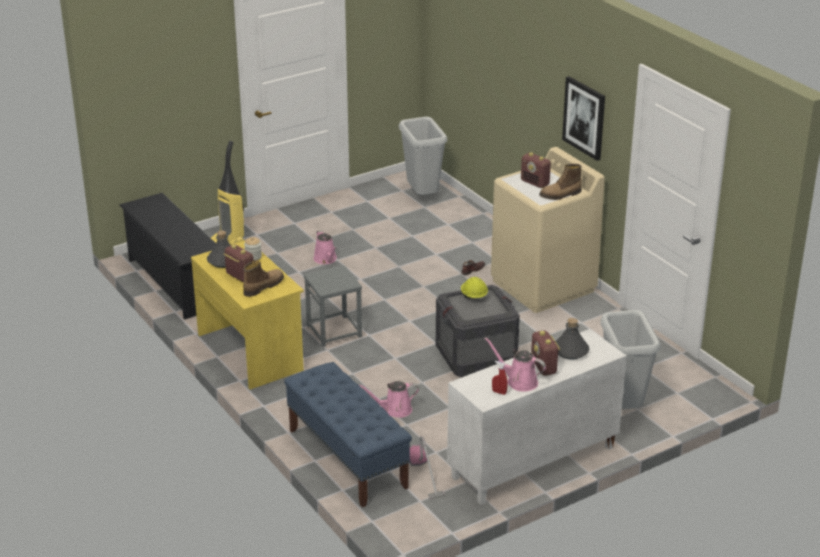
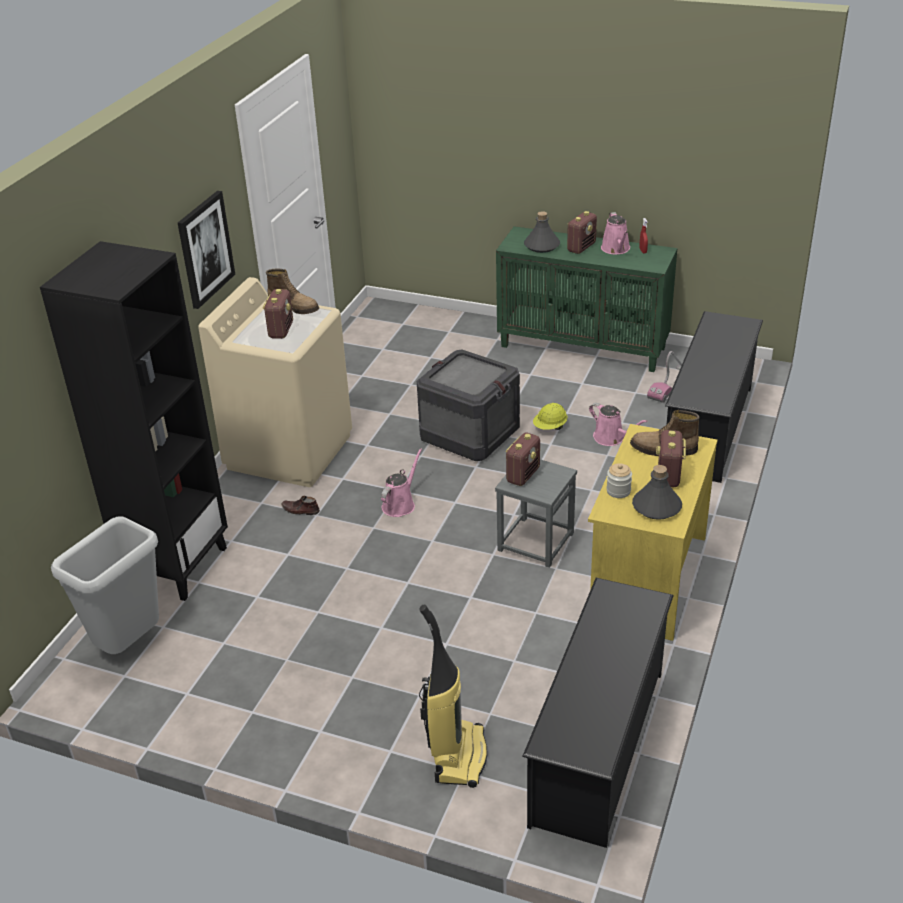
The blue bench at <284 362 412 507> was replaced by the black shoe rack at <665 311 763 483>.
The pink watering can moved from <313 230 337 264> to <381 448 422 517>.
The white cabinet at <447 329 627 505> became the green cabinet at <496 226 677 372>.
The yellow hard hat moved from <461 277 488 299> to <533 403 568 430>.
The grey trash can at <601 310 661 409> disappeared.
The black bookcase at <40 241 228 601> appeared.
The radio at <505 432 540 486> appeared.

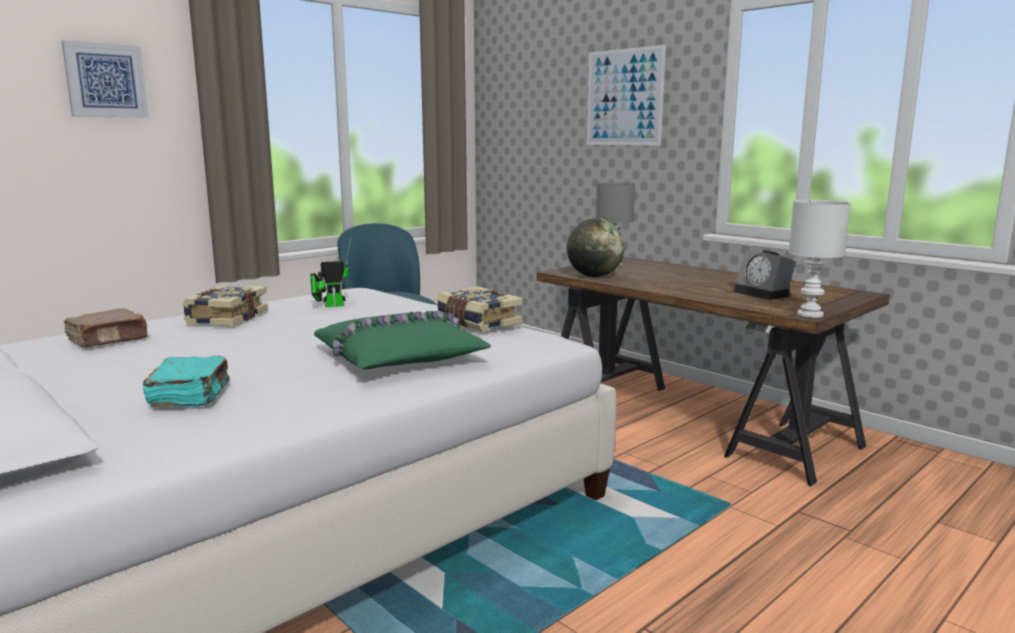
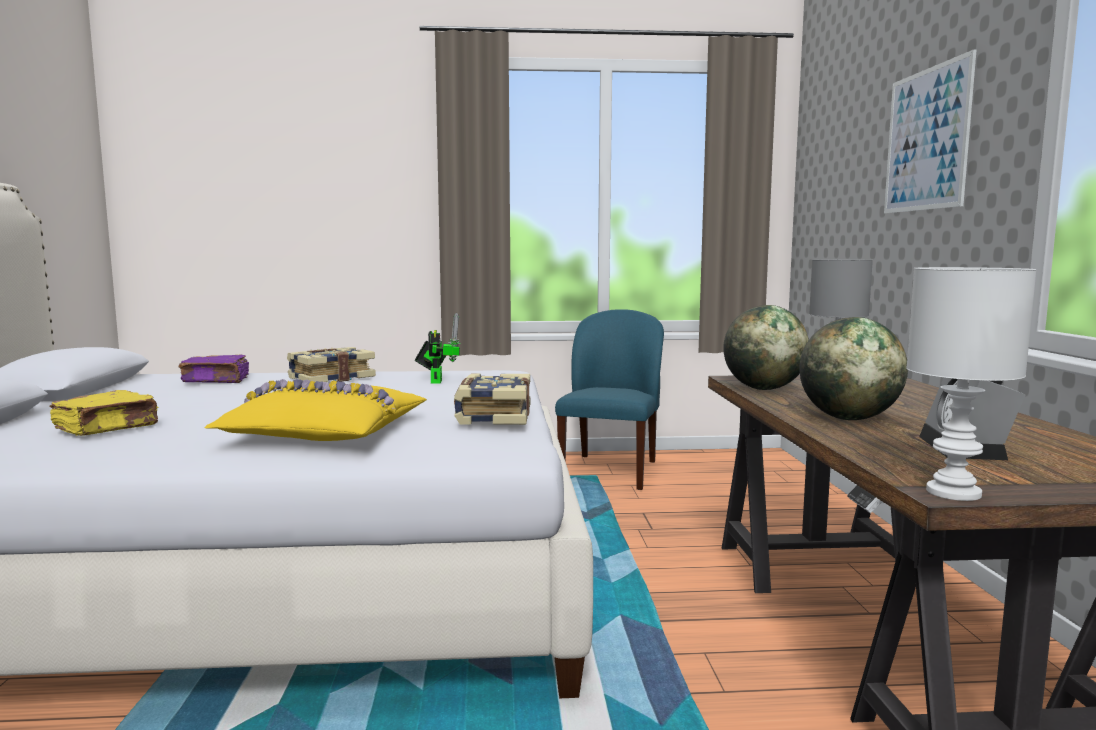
The picture at <62 40 149 118> disappeared.
The brown book at <64 308 148 347> became the purple book at <178 354 249 383>.
The turquoise book at <143 355 230 407> became the yellow book at <50 390 158 436>.
The toy robot at <310 238 351 307> turned 60 degrees clockwise.
The green pillow at <314 311 491 369> became the yellow pillow at <205 379 427 441>.
The globe at <799 317 908 420> appeared.

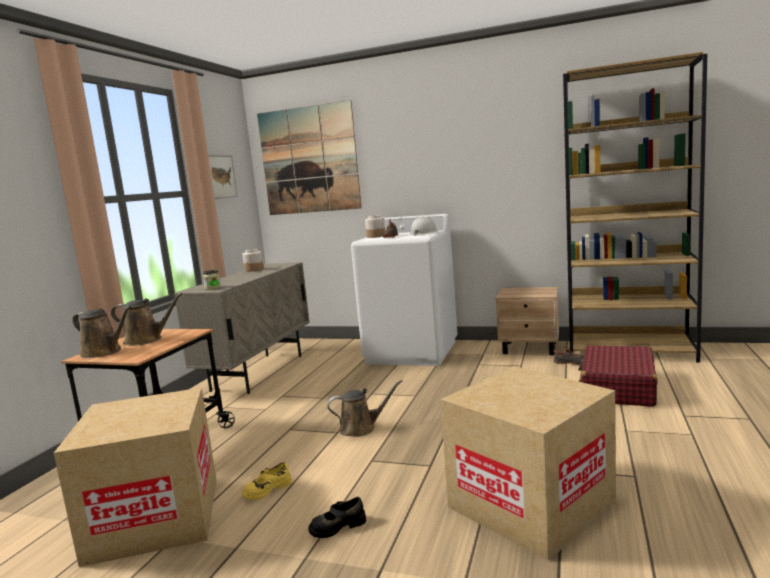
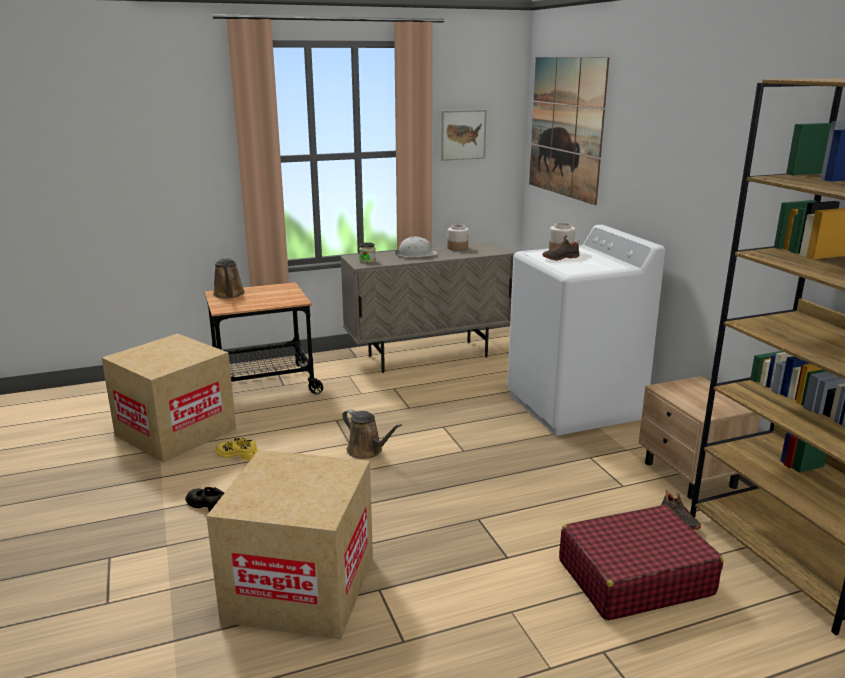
The brown watering can at <111 293 183 346> disappeared.
The white hard hat moved from <410 217 438 236> to <395 237 438 258>.

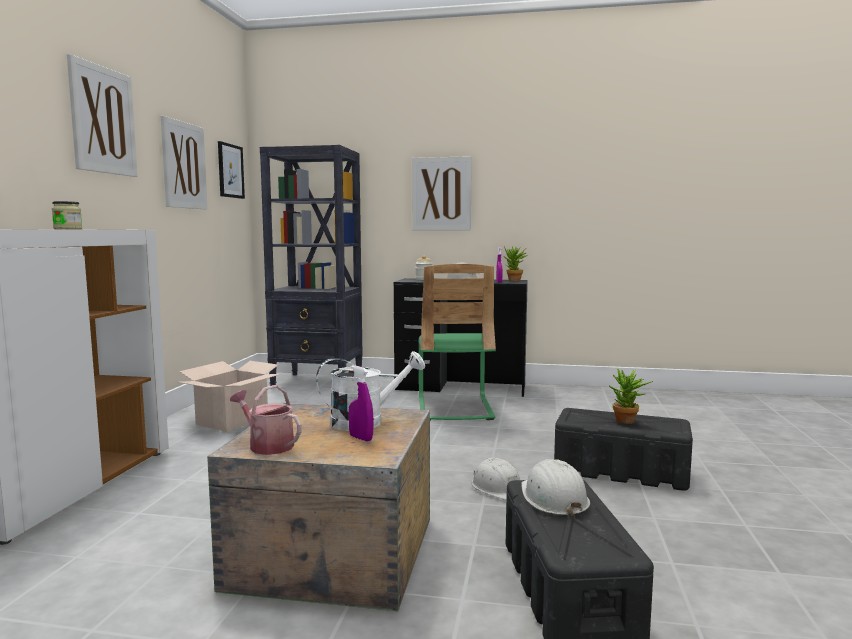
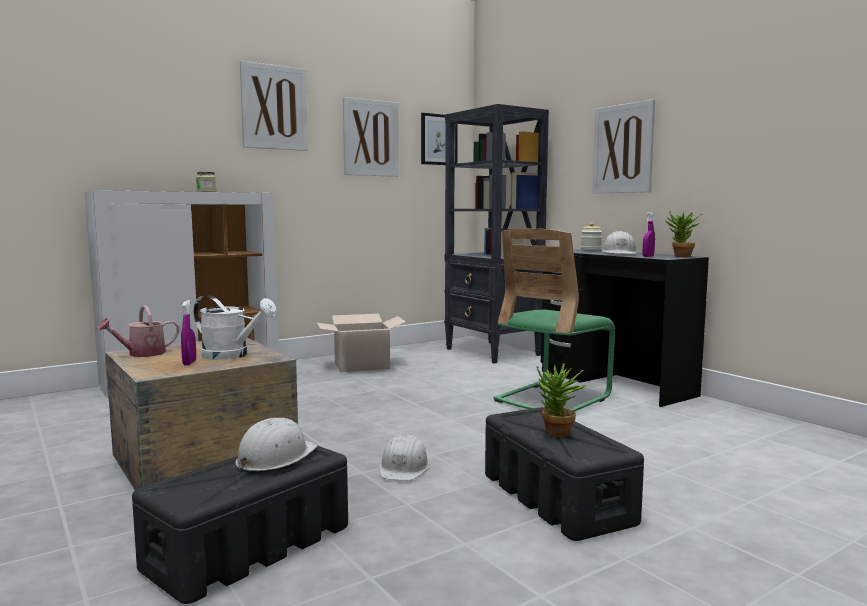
The watering can at <230 385 302 455> turned 120 degrees counterclockwise.

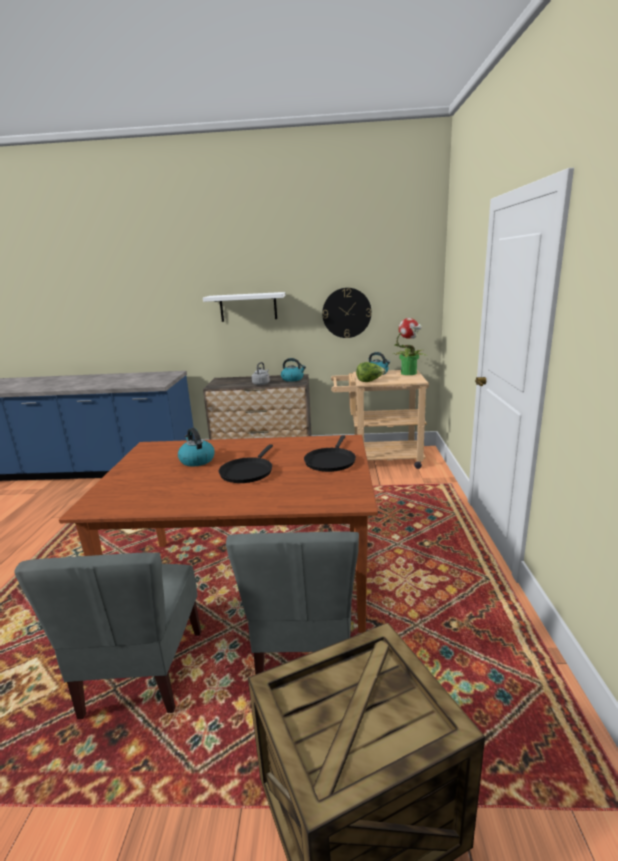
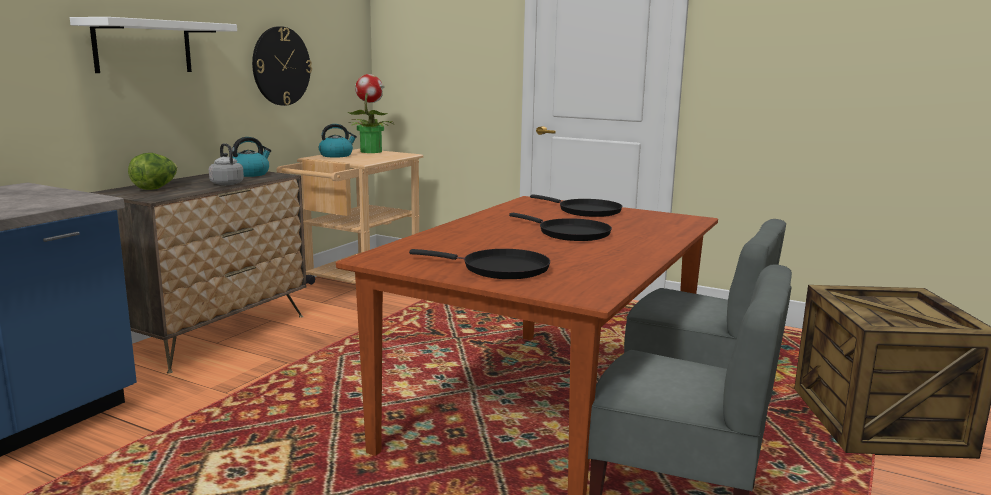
The kettle at <178 428 215 466> disappeared.
The lettuce moved from <356 362 385 382> to <128 153 178 190>.
The black frying pan at <409 249 550 279> appeared.

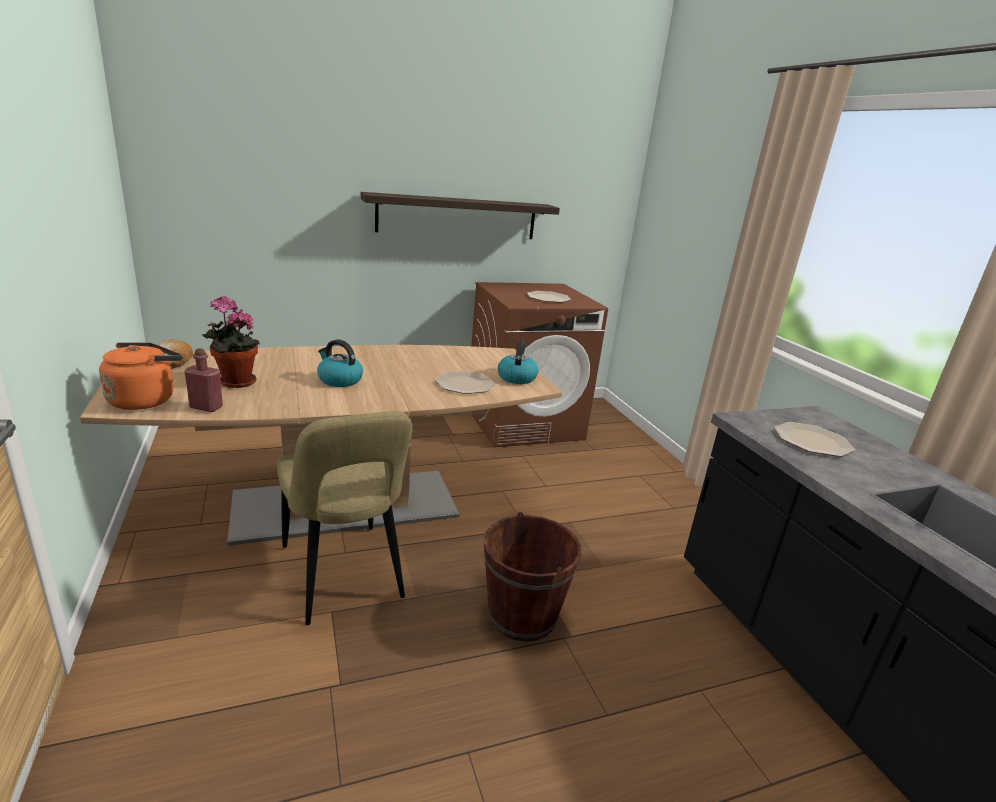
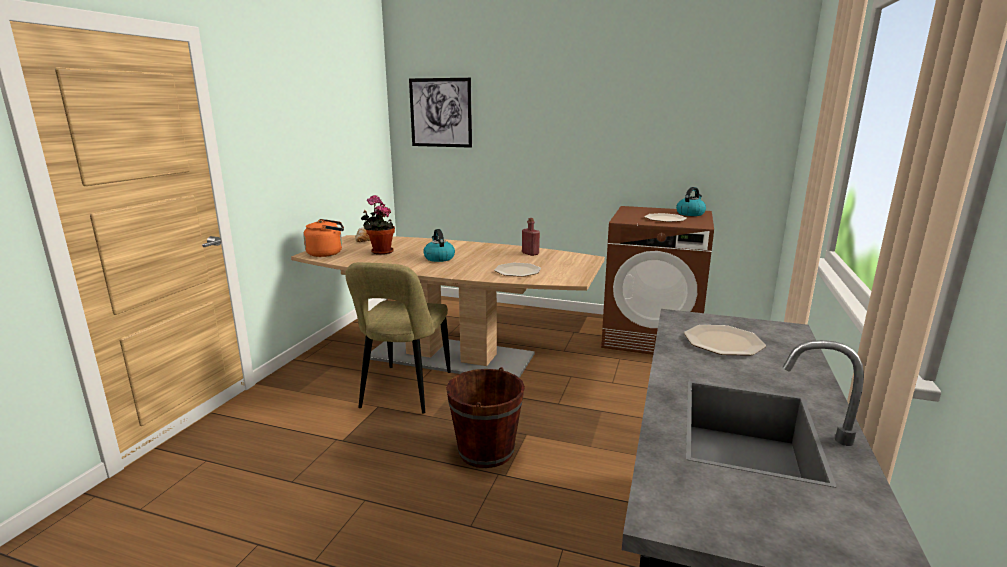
The red bottle moved from <184 348 223 412> to <522 218 540 256>.
The shelf at <361 192 560 239> disappeared.
The kettle moved from <498 340 538 384> to <676 187 706 216>.
The picture at <409 78 472 148> appeared.

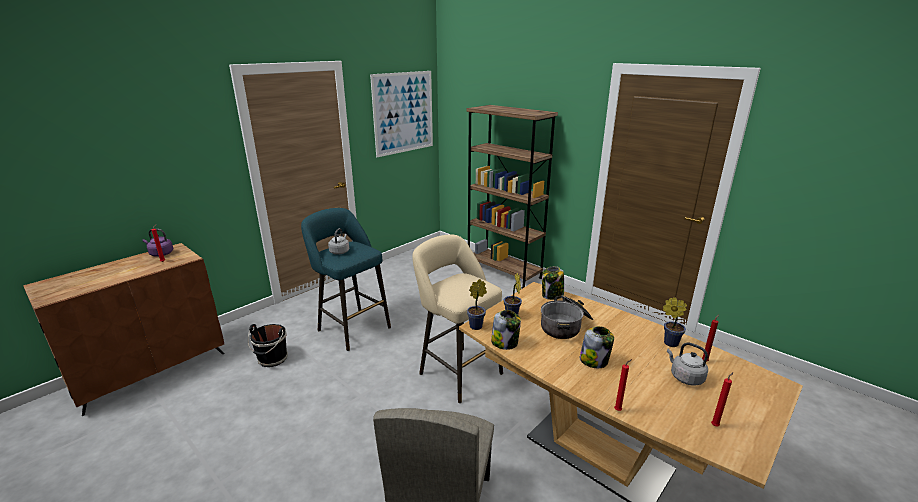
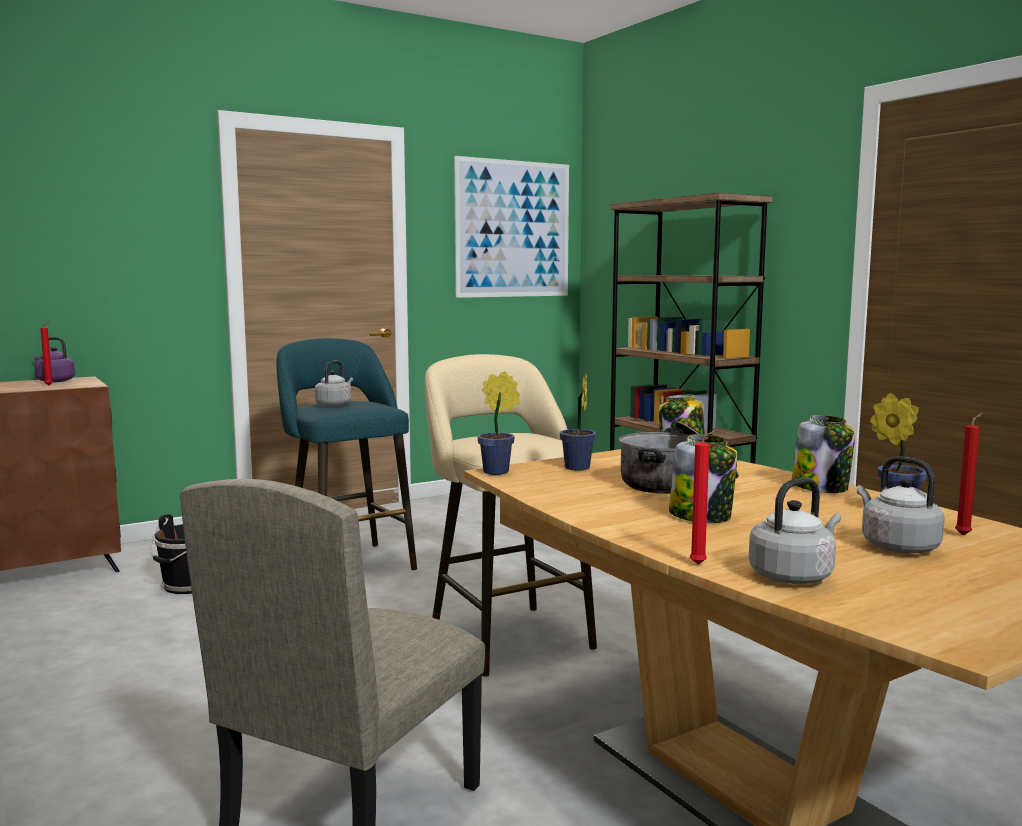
The jar moved from <491 310 521 350> to <792 415 855 493>.
The red candle at <711 372 733 426> disappeared.
The grey kettle at <749 478 841 584> appeared.

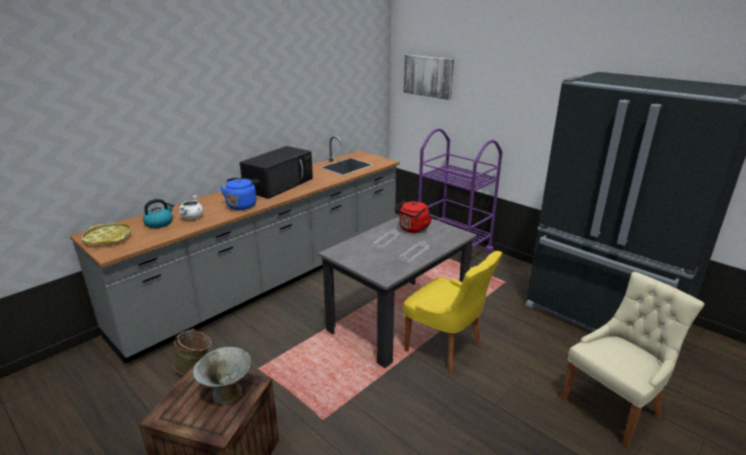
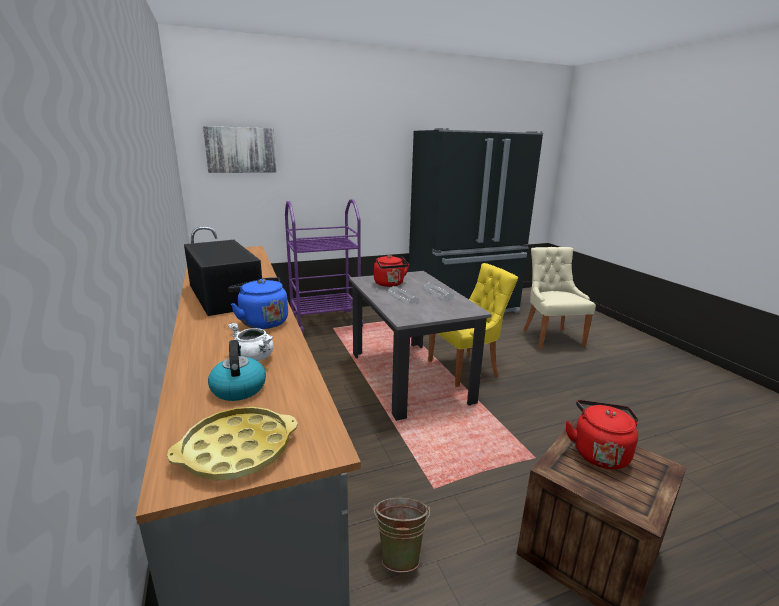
The grey bowl at <193 347 251 405> was replaced by the red kettle at <565 400 638 469>.

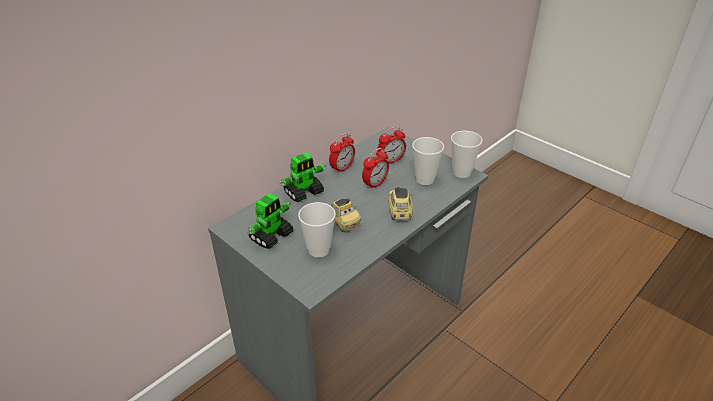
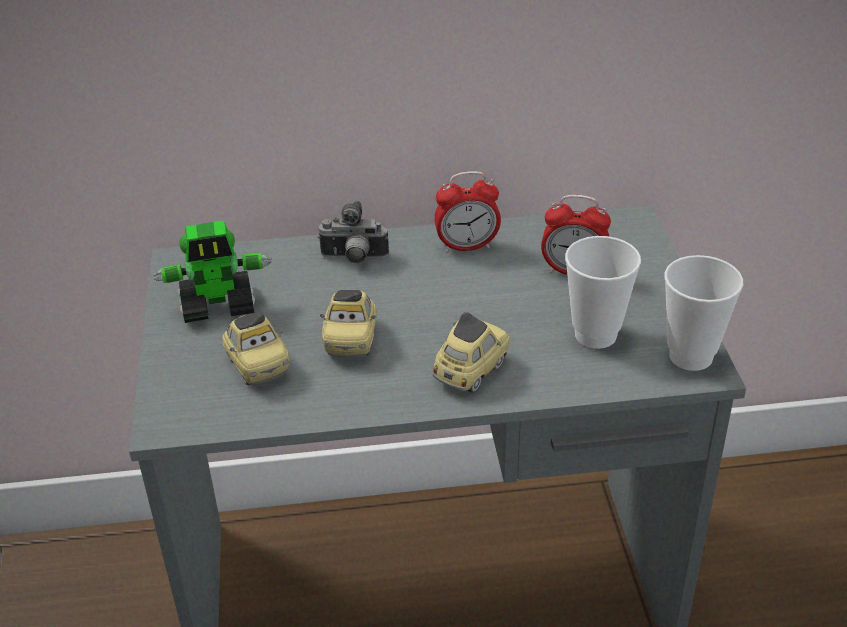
The toy robot at <280 153 326 202> was replaced by the photo camera at <318 201 389 263>.
The cup at <298 202 336 258> was replaced by the toy car at <222 313 289 385>.
The alarm clock at <362 148 389 190> disappeared.

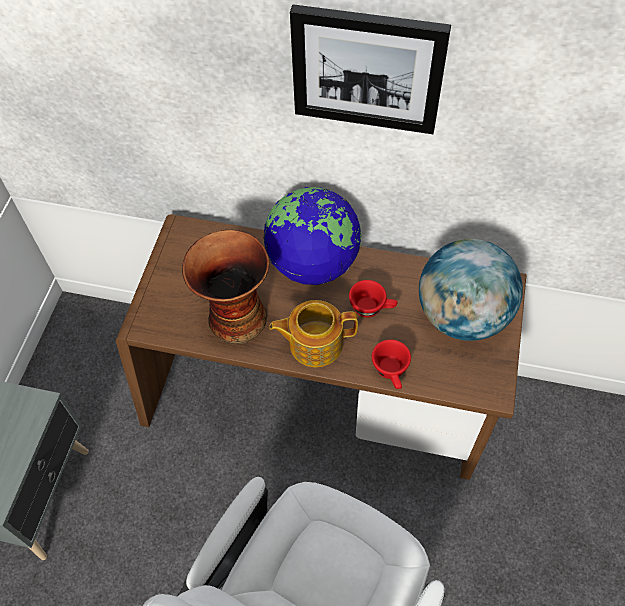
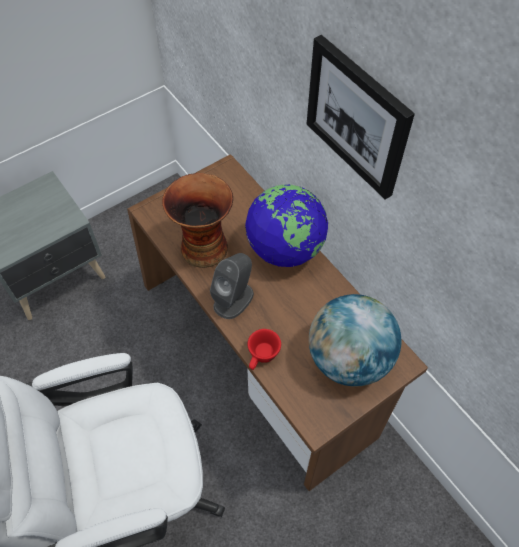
The teapot at <269 300 358 367> was replaced by the grey speaker at <210 253 254 319>.
The red cup at <349 280 397 318> disappeared.

